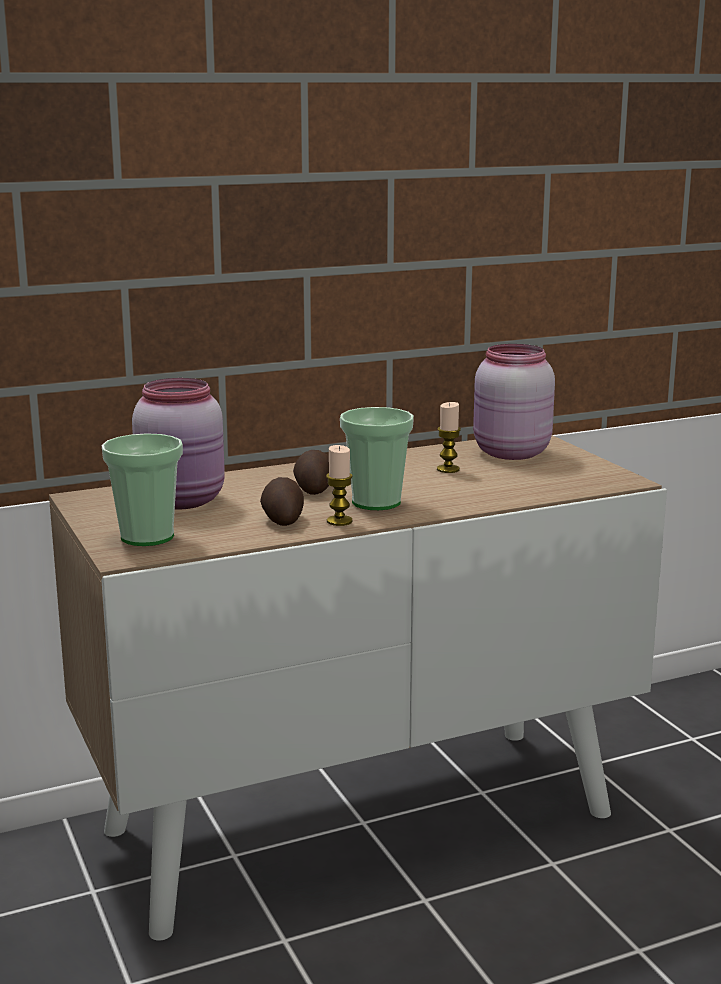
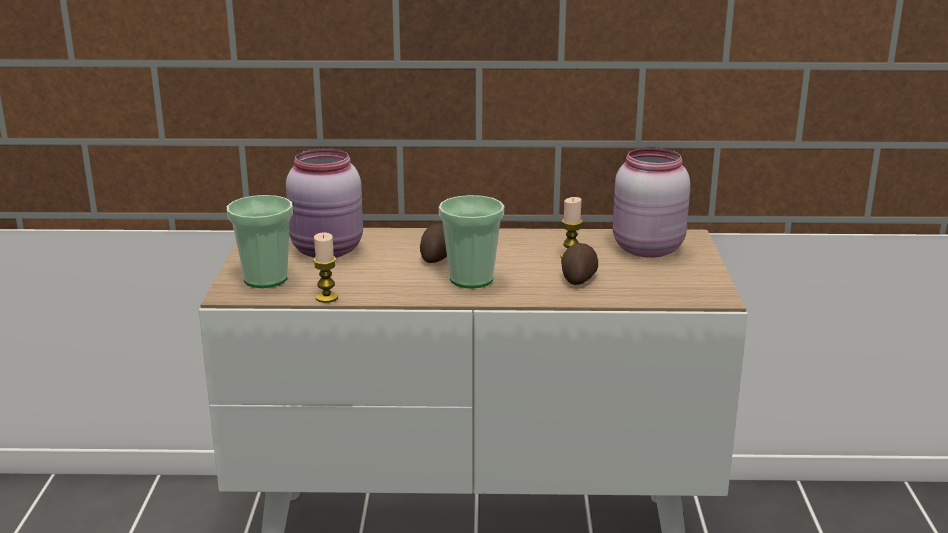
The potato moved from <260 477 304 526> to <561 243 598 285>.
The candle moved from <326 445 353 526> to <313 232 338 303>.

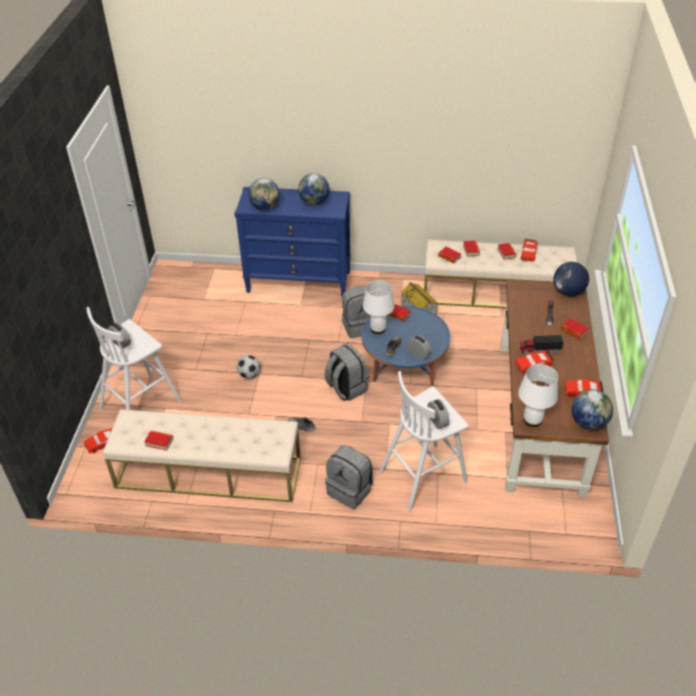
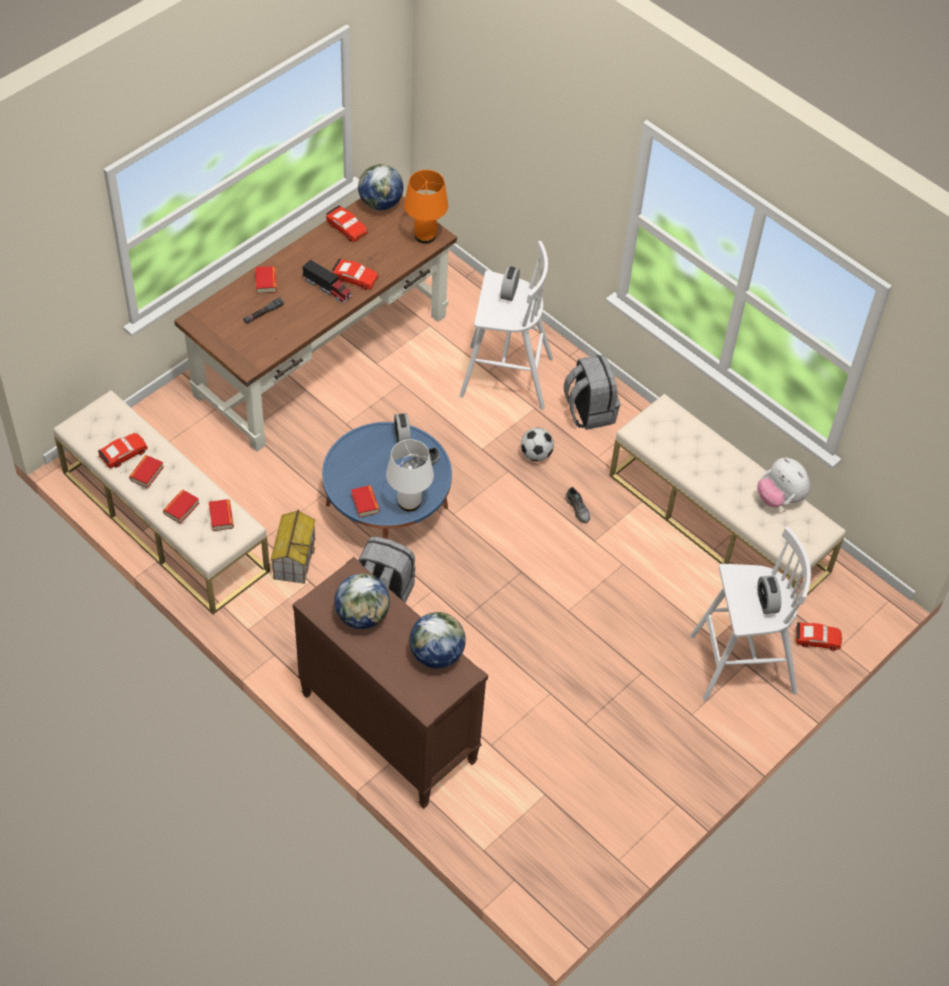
The book at <144 431 173 451> was replaced by the plush toy at <757 458 810 507>.
The blue dresser at <234 187 351 296> became the brown dresser at <292 557 488 808>.
The football moved from <237 355 260 379> to <521 428 554 461>.
The grey backpack at <325 343 369 401> disappeared.
The white table lamp at <518 364 558 427> became the orange table lamp at <404 170 448 244>.
The globe at <553 262 589 296> disappeared.

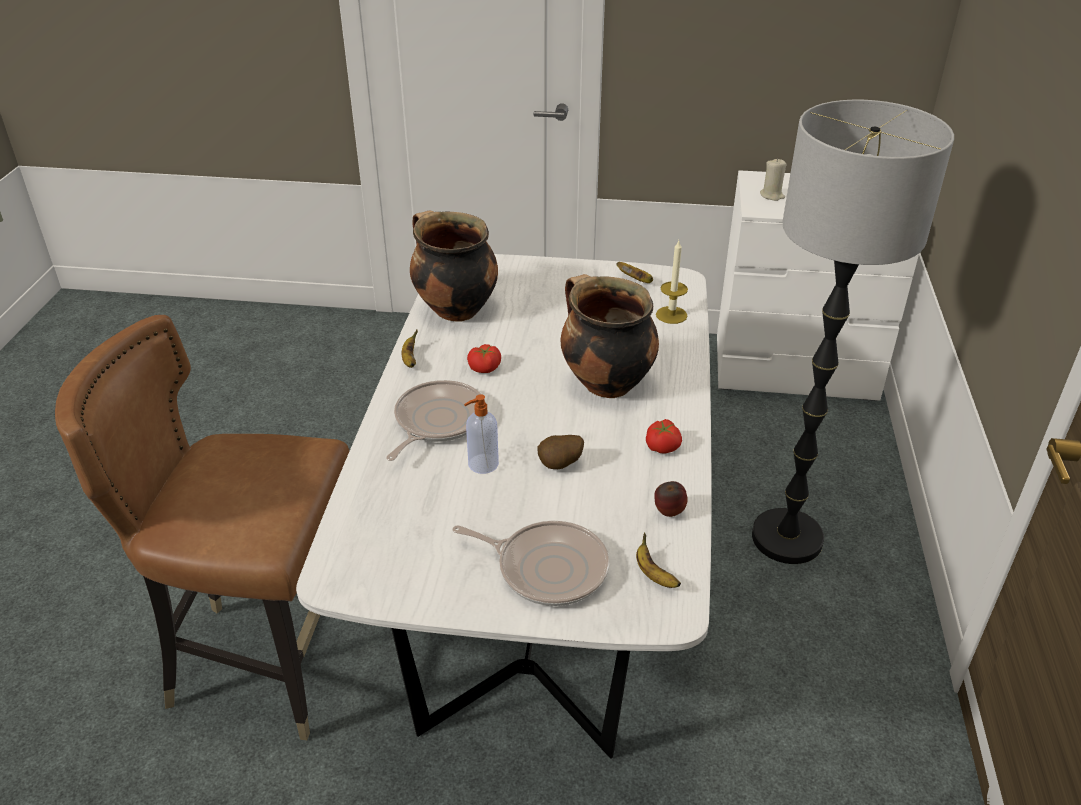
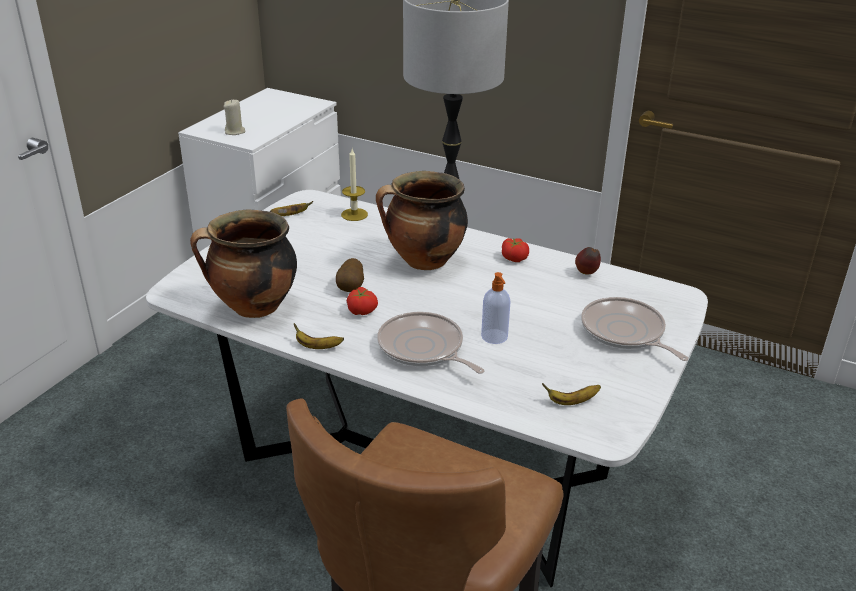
The frying pan at <452 521 609 606> turned 75 degrees counterclockwise.
The potato moved from <538 435 584 469> to <336 258 364 292>.
The banana moved from <636 532 681 588> to <542 383 601 405>.

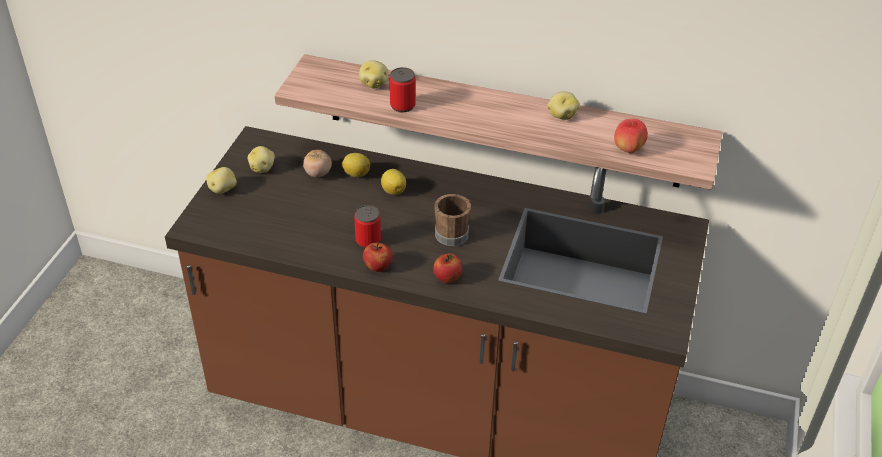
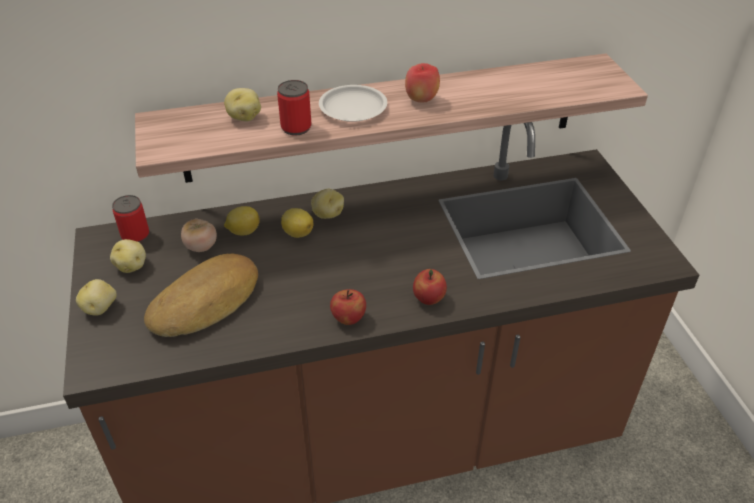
The can moved from <354 205 381 248> to <112 195 149 243>.
The brown mug at <434 194 471 246> disappeared.
The potato moved from <547 92 580 119> to <311 189 344 219>.
The apple moved from <614 119 648 153> to <405 63 440 102>.
The bread at <144 254 258 337> appeared.
The white plate at <319 85 387 122> appeared.

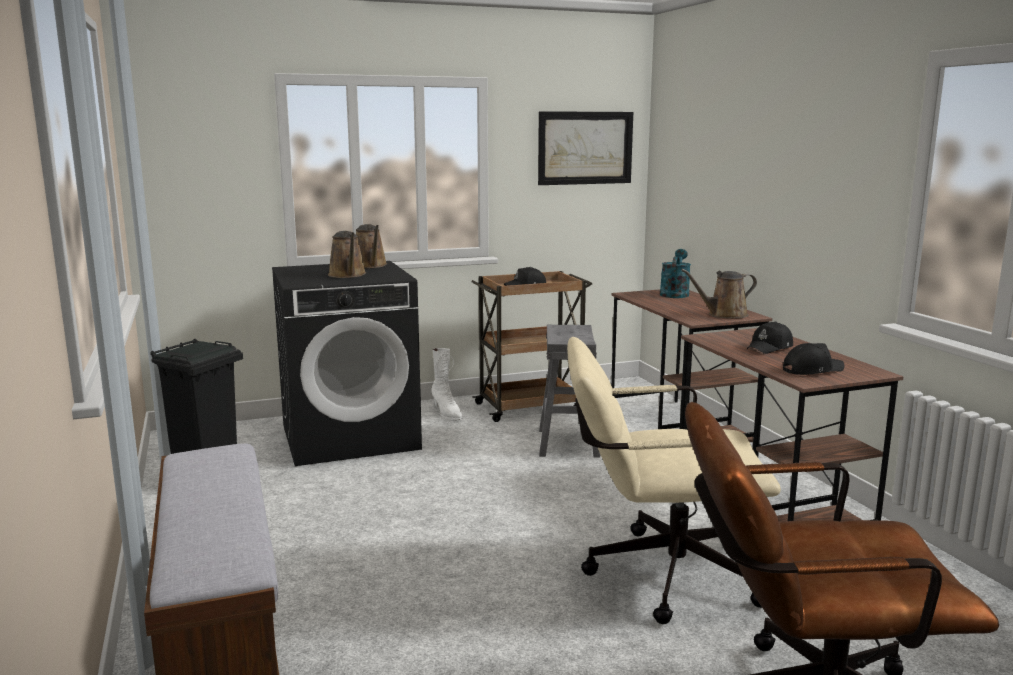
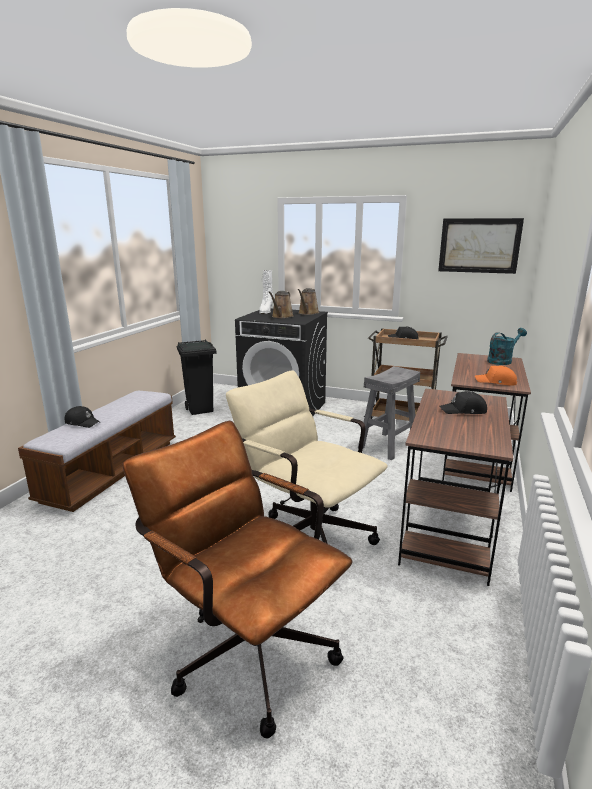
The white boot moved from <431 348 463 420> to <259 270 274 314>.
The brown watering can at <681 269 757 318> was replaced by the orange cap at <475 366 517 386>.
The black cap moved from <783 343 845 375> to <65 406 100 428>.

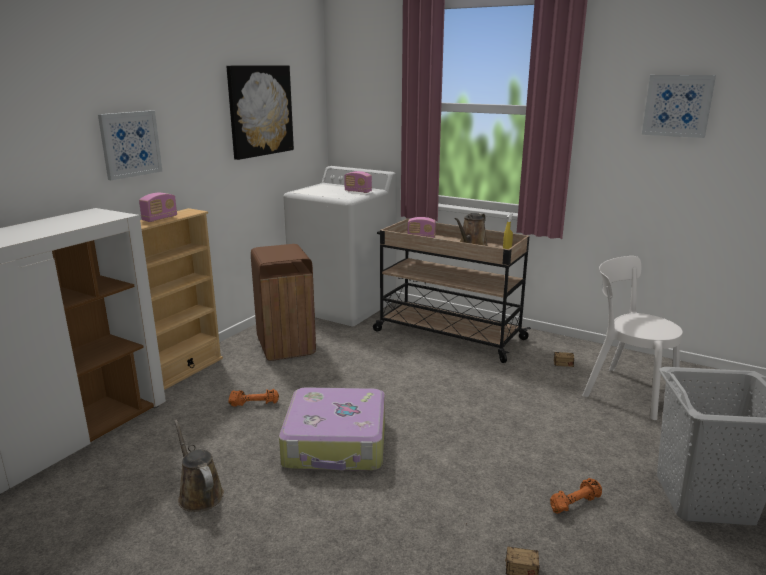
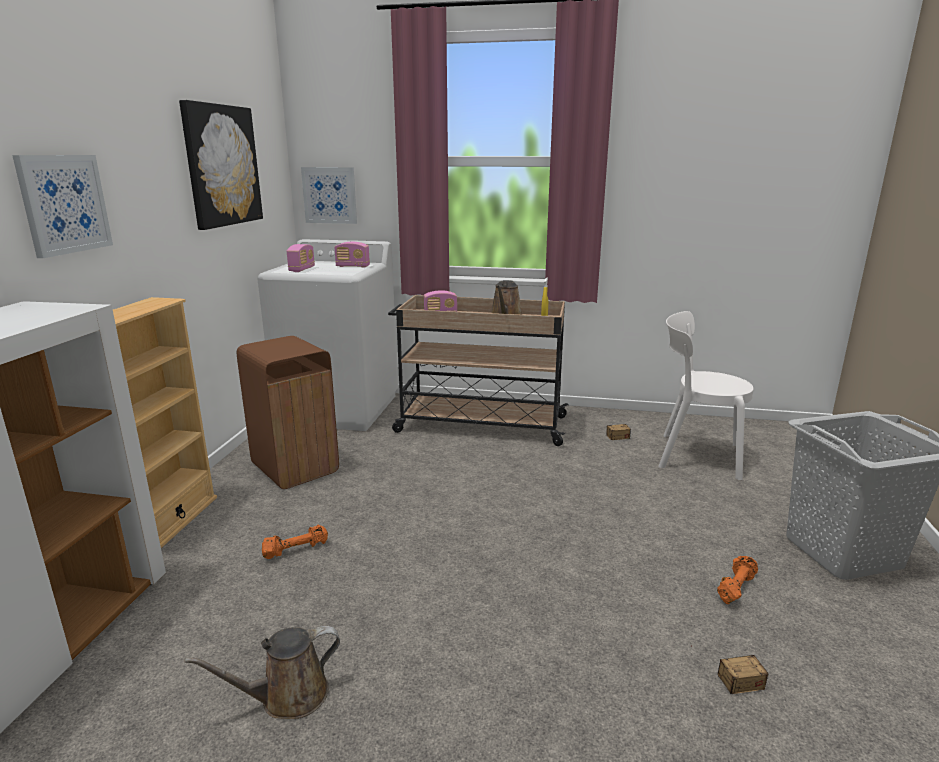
The radio moved from <139 193 177 222> to <287 244 315 272>.
The brown watering can at <174 419 224 512> turned 60 degrees counterclockwise.
The suitcase at <279 387 385 471> disappeared.
The picture moved from <642 75 716 138> to <301 167 357 224>.

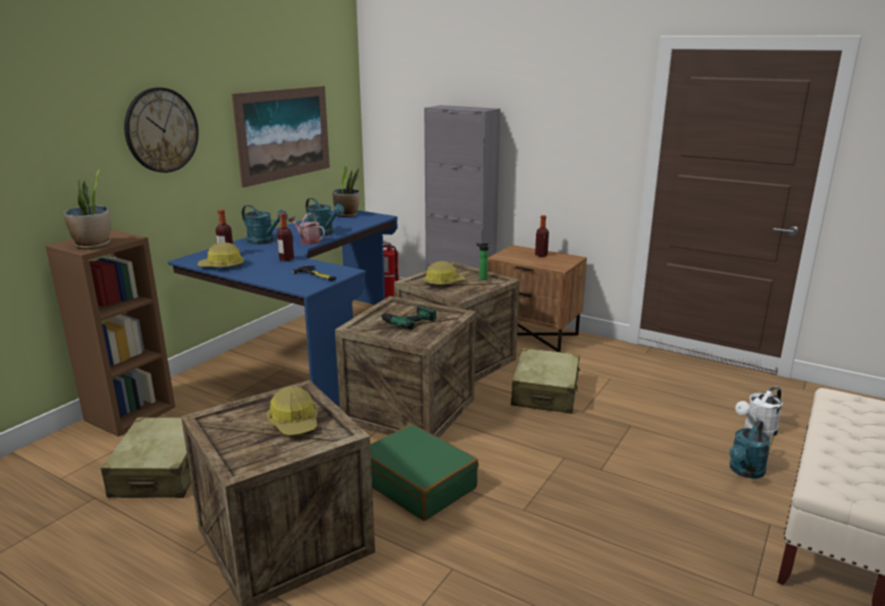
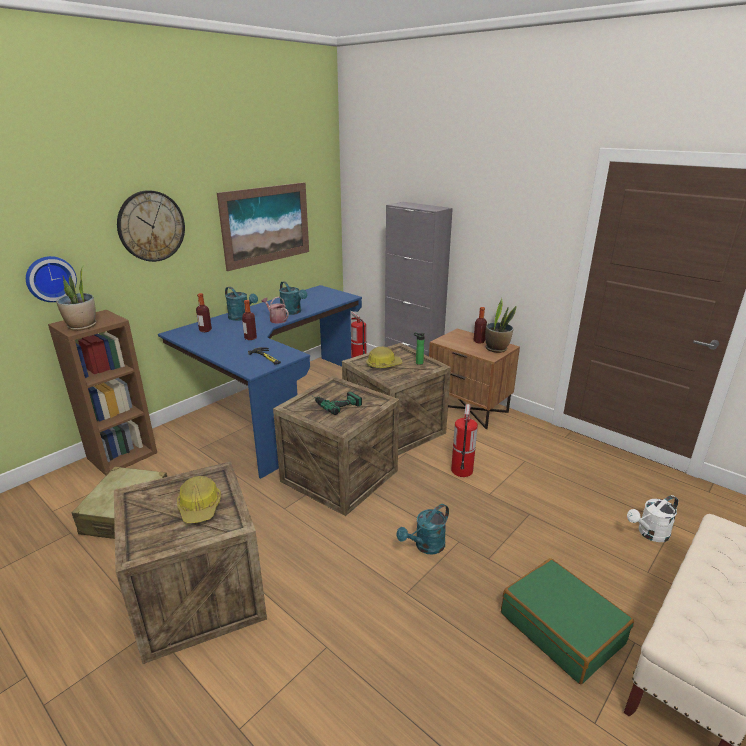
The hard hat at <198 242 244 267> disappeared.
The potted plant moved from <333 163 360 217> to <485 298 516 353>.
The green suitcase moved from <370 424 479 521> to <501 558 634 684>.
The beige suitcase at <511 348 580 414> was replaced by the fire extinguisher at <451 404 478 477>.
The turquoise watering can moved from <730 420 771 479> to <396 504 449 554>.
The wall clock at <26 256 77 302> appeared.

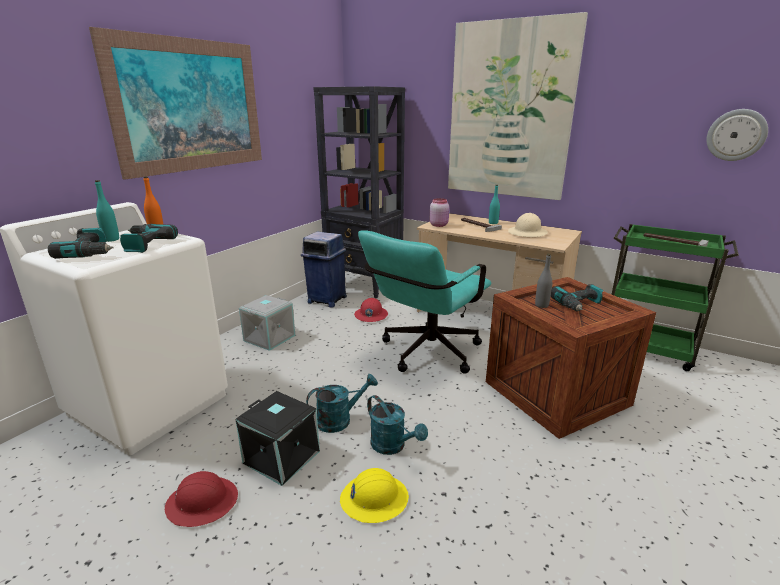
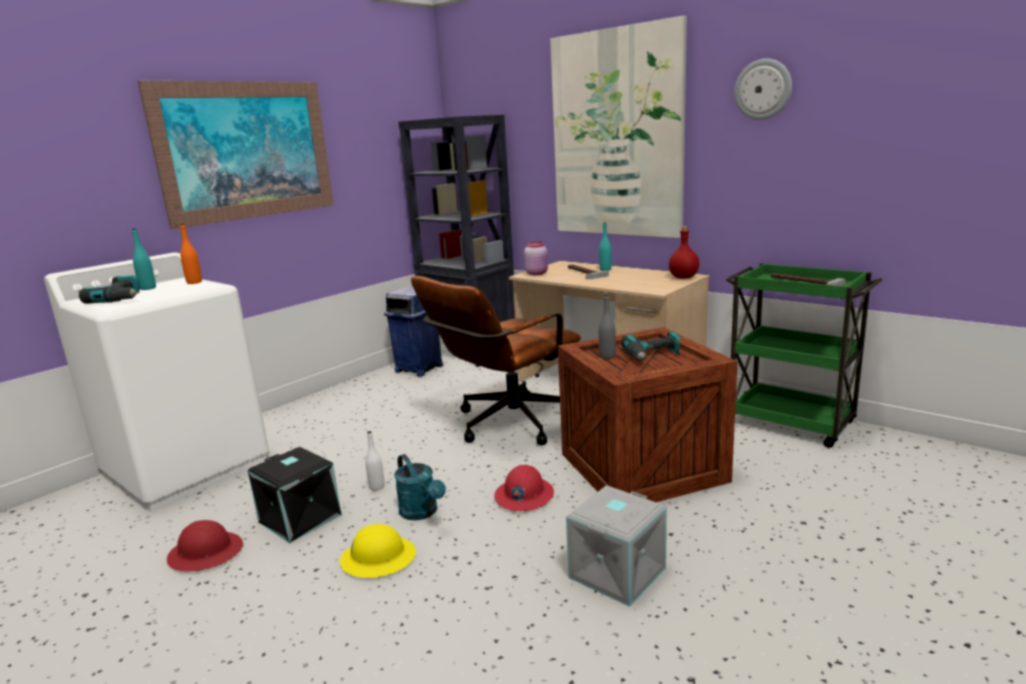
The power drill at <120 224 178 253> disappeared.
The grey storage box moved from <239 295 295 351> to <566 485 667 607>.
The turquoise watering can at <306 374 378 433> was replaced by the white bottle at <366 431 385 491>.
The red hard hat moved from <354 298 388 322> to <494 465 554 511>.
The turquoise office chair at <358 230 491 374> became the brown office chair at <411 276 581 445>.
The beige hard hat at <508 213 548 237> disappeared.
The wall clock moved from <706 109 768 161> to <734 59 792 120>.
The red bottle at <669 226 699 279> appeared.

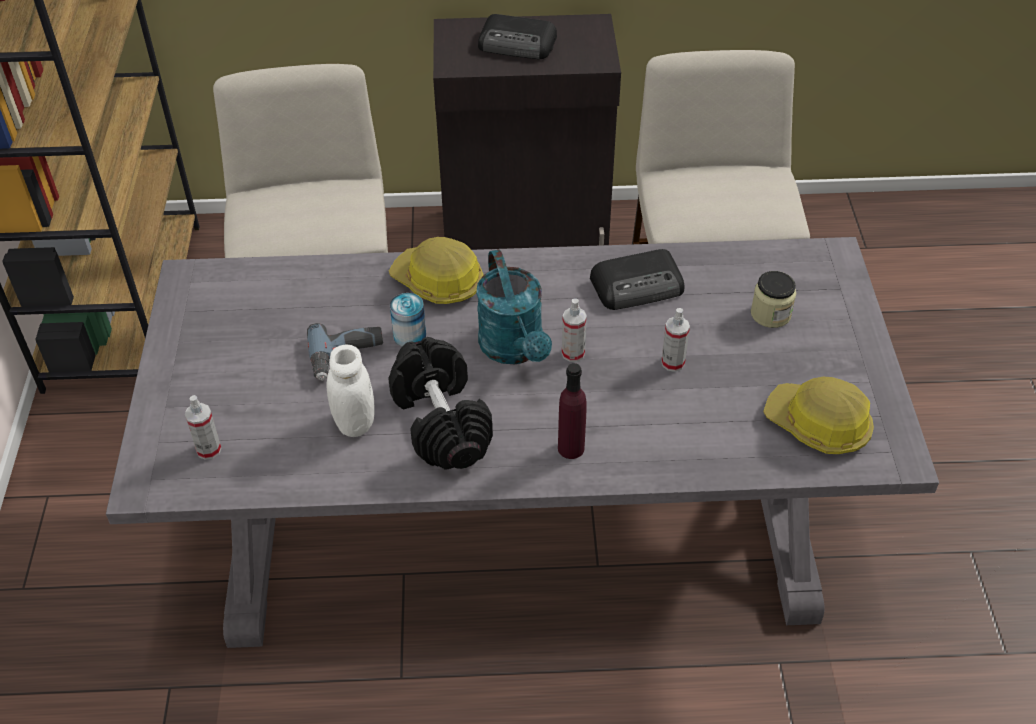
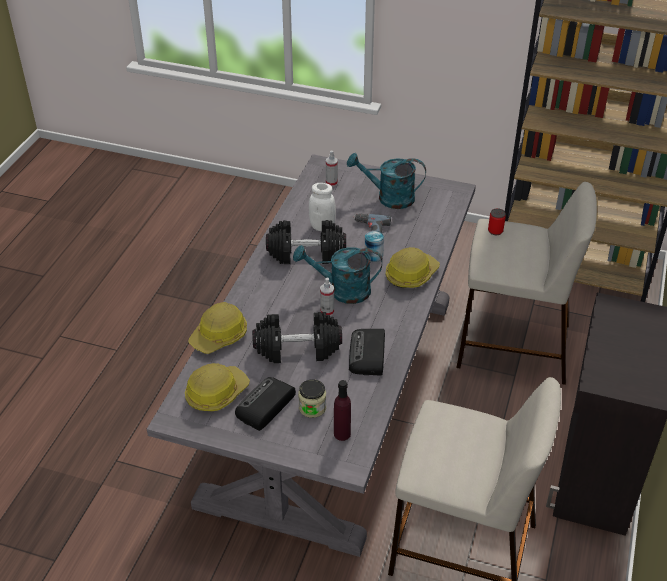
The radio moved from <478 14 557 59> to <235 377 296 431>.
The purple bottle moved from <558 363 587 459> to <334 380 351 441>.
The spray bottle at <661 308 690 372> was replaced by the black dumbbell at <252 312 342 363>.
The hard hat at <188 302 247 354> appeared.
The turquoise watering can at <347 153 426 209> appeared.
The can at <488 208 506 235> appeared.

